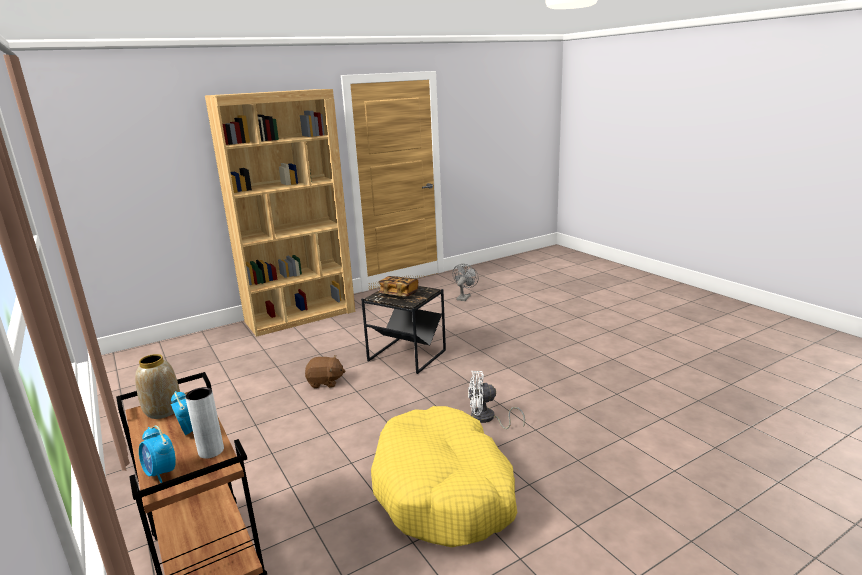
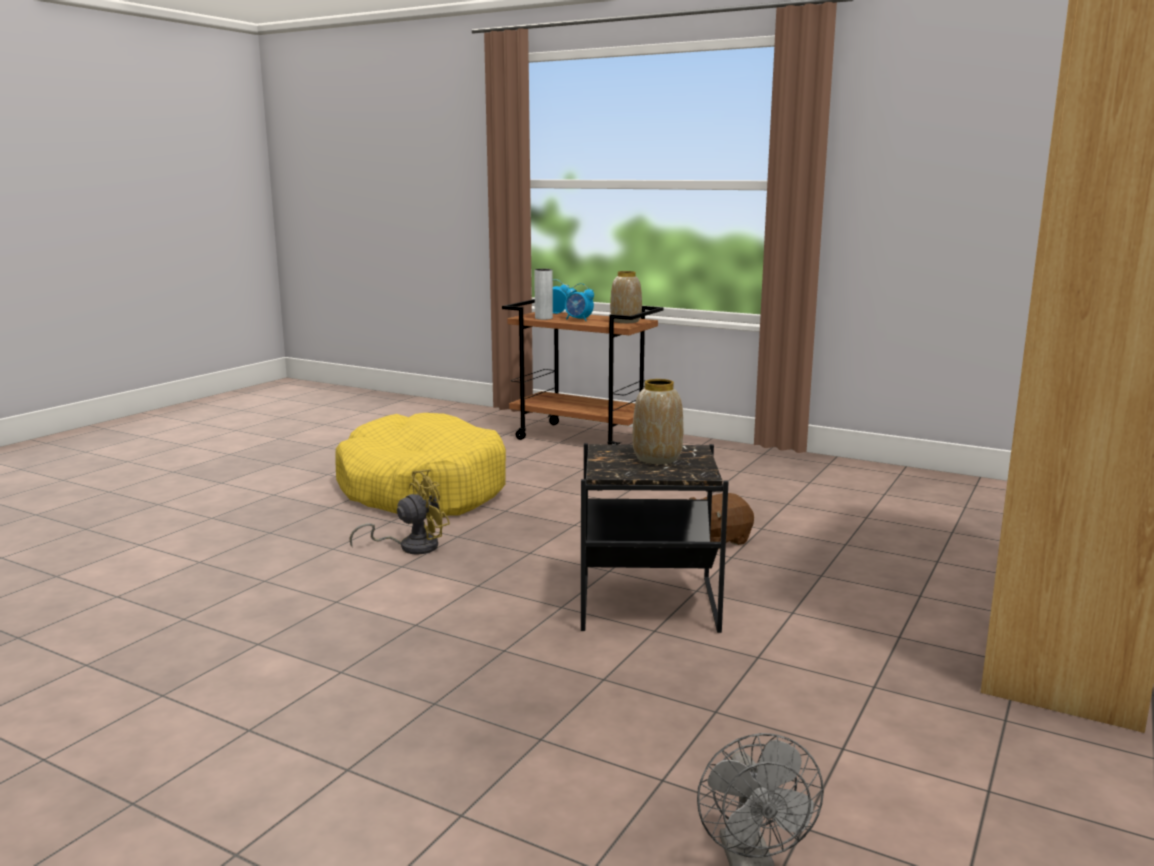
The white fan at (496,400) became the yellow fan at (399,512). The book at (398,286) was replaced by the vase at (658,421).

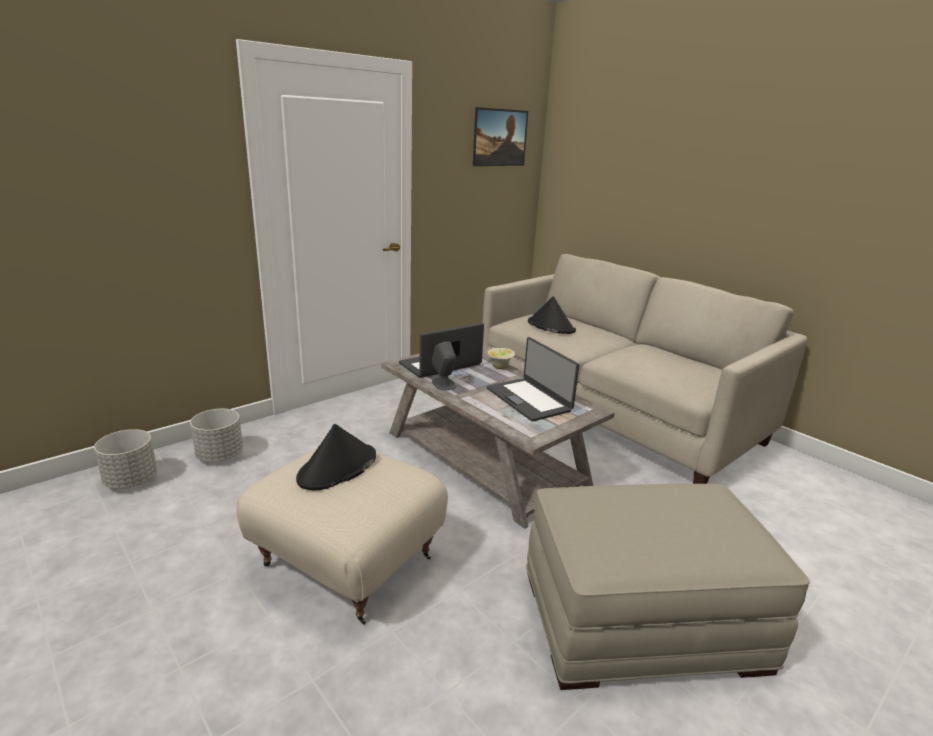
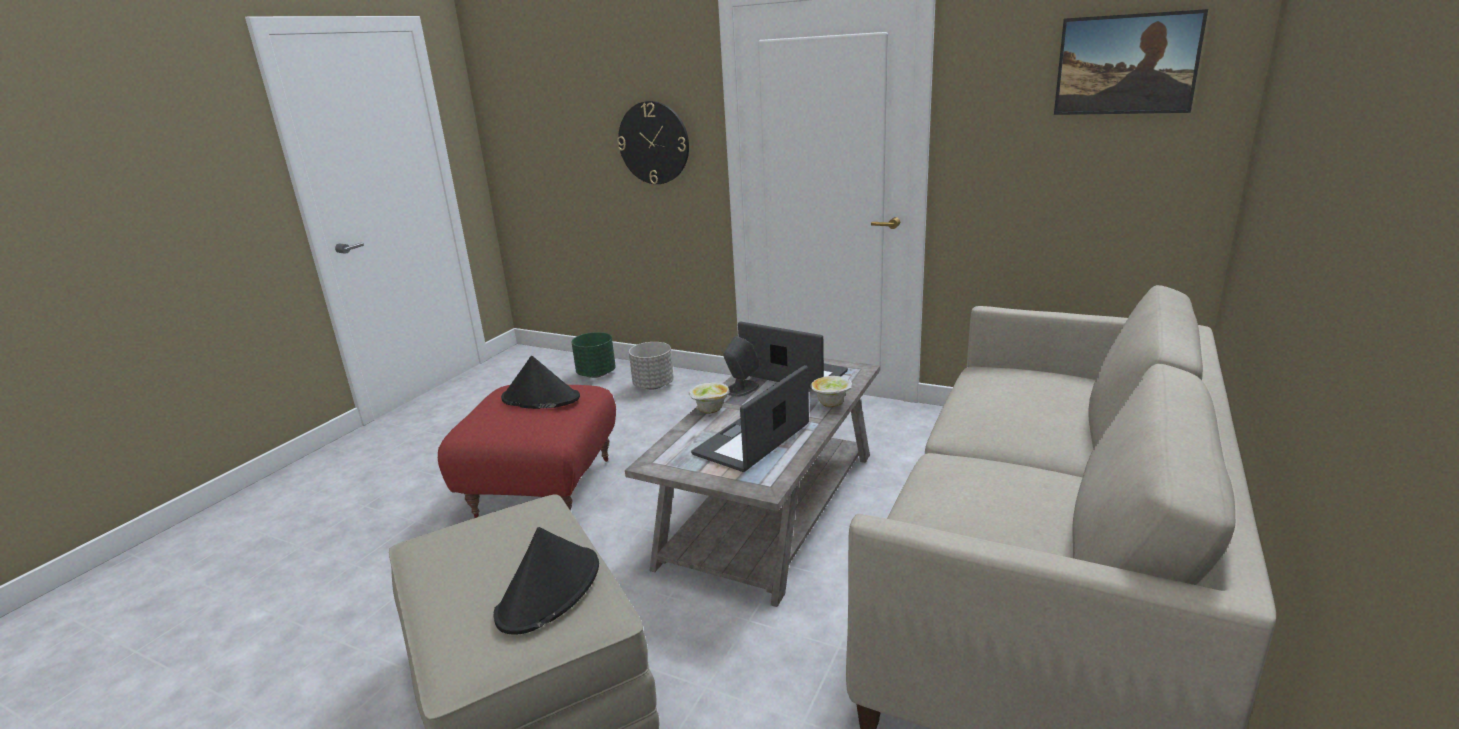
The beige ottoman at (342,536) became the red ottoman at (527,451). The black hat moved from (552,315) to (546,581). The grey planter at (125,459) became the green planter at (593,355). The wall clock at (653,142) appeared. The bowl at (708,398) appeared.

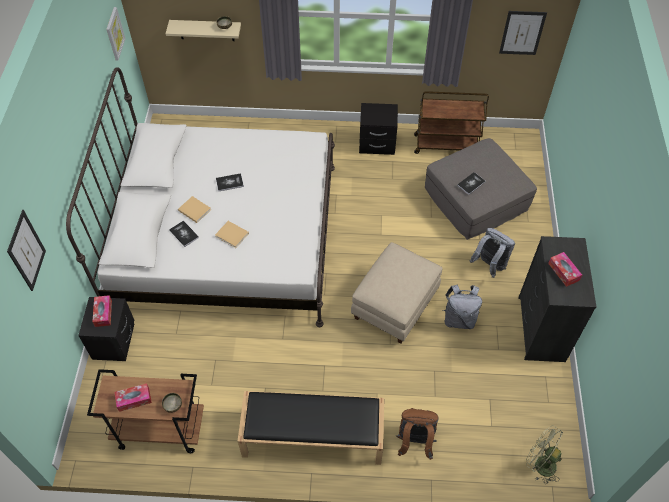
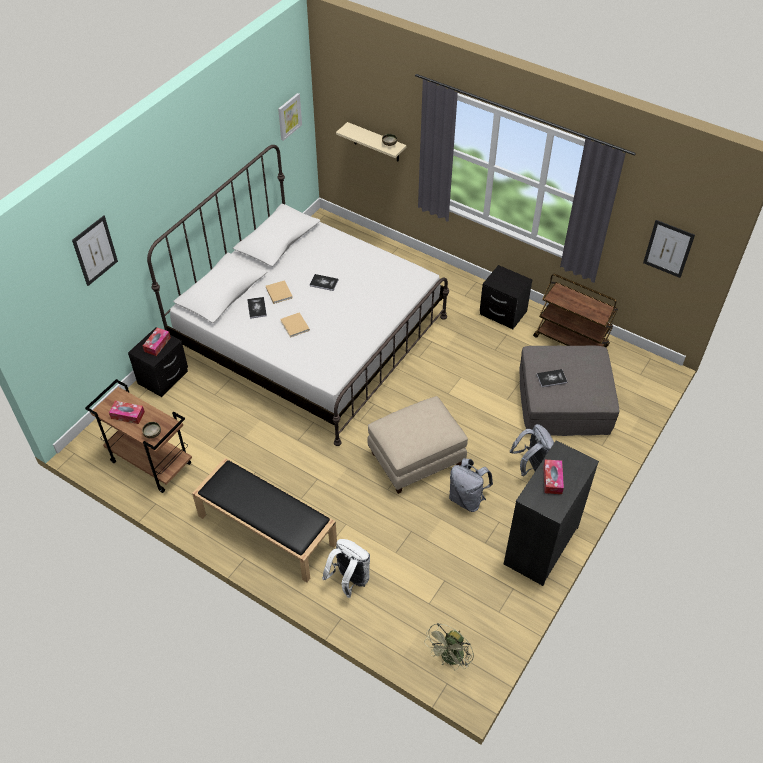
The brown backpack at (417,434) became the white backpack at (346,568). The green fan at (544,454) turned 120 degrees counterclockwise.

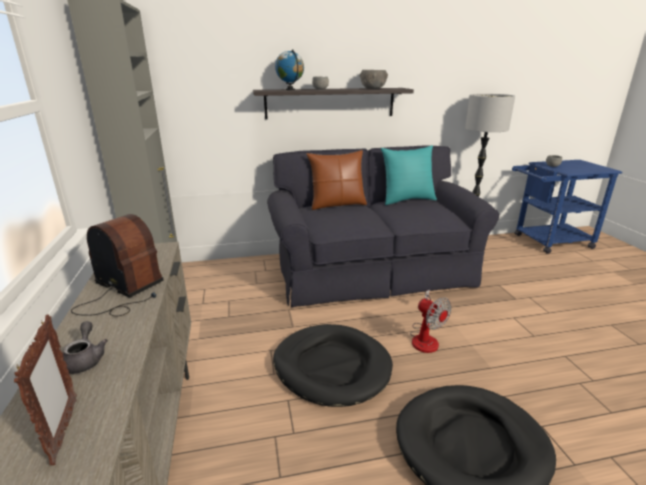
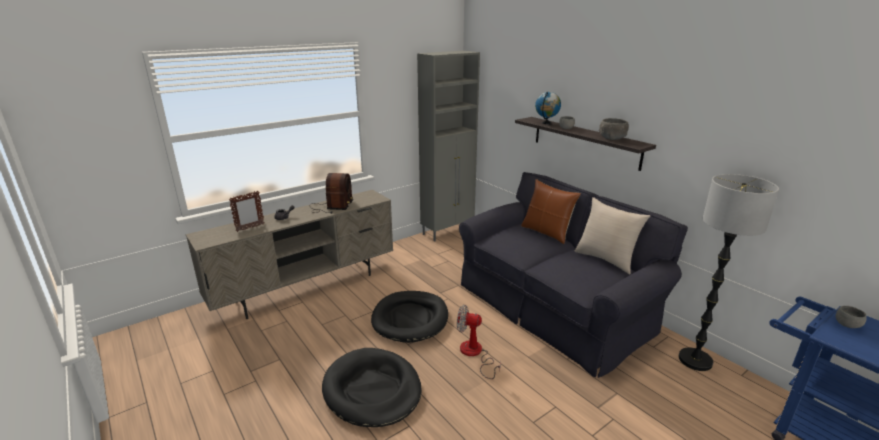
The fan at (431,321) turned 75 degrees clockwise. The turquoise pillow at (409,175) became the beige pillow at (612,235).

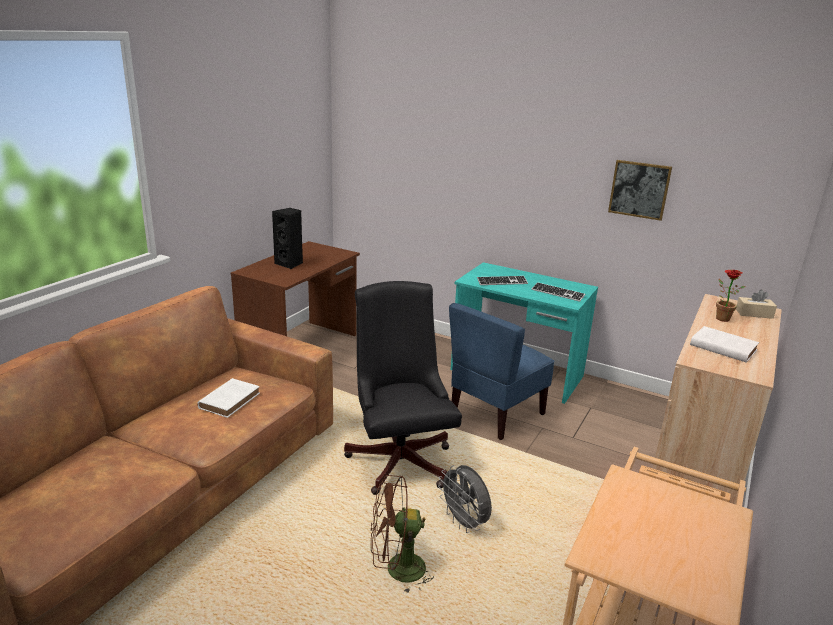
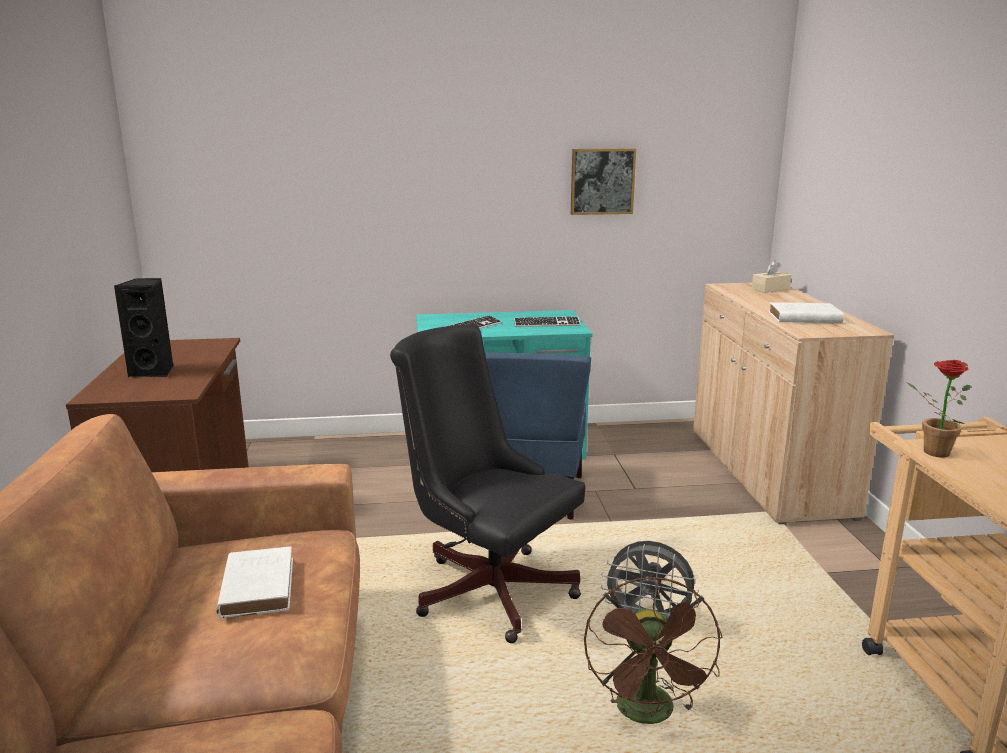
The brown fan at (402,534) turned 45 degrees counterclockwise. The potted plant moved from (730,296) to (938,408).

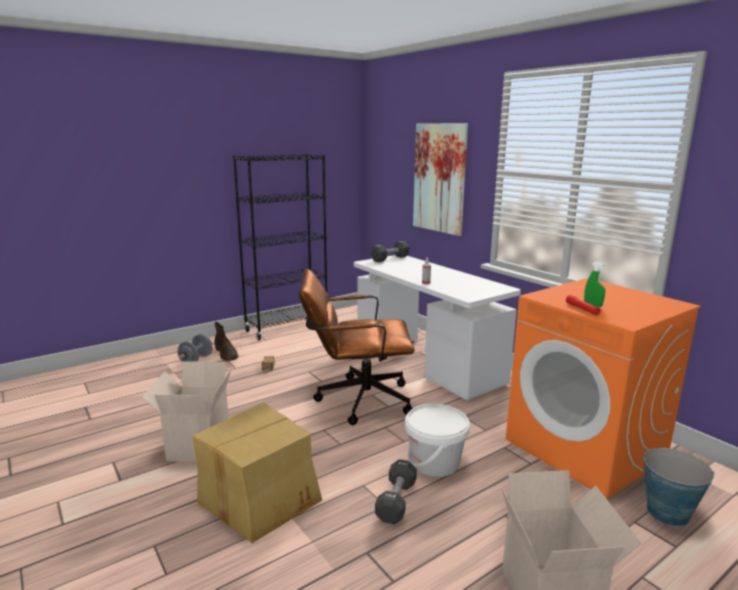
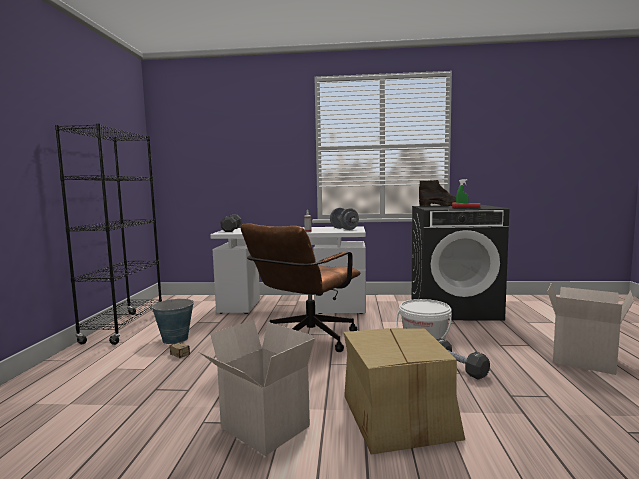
The bucket moved from (678,487) to (172,321). The grey dumbbell moved from (195,348) to (344,219). The orange washing machine at (603,388) became the black washing machine at (460,263). The brown boot moved from (226,341) to (437,193). The picture at (440,179) disappeared.

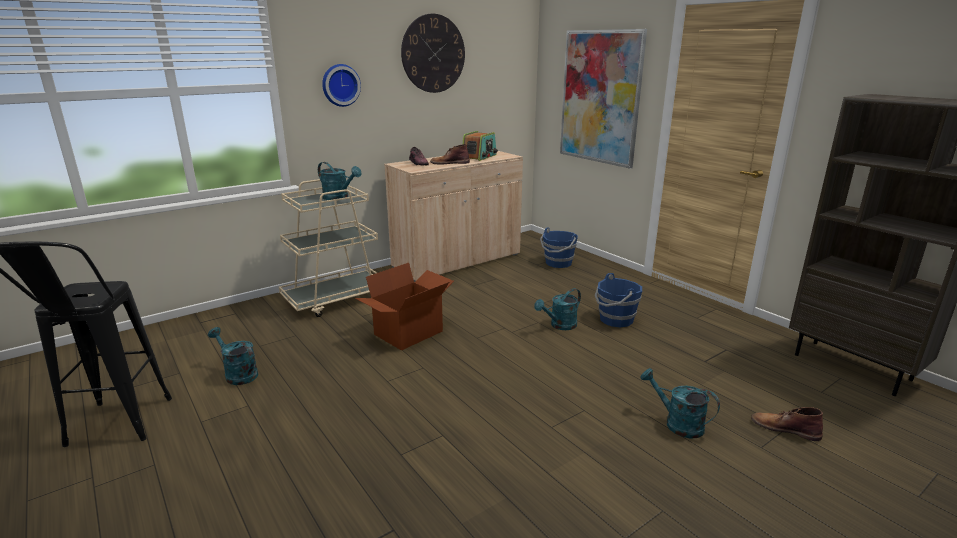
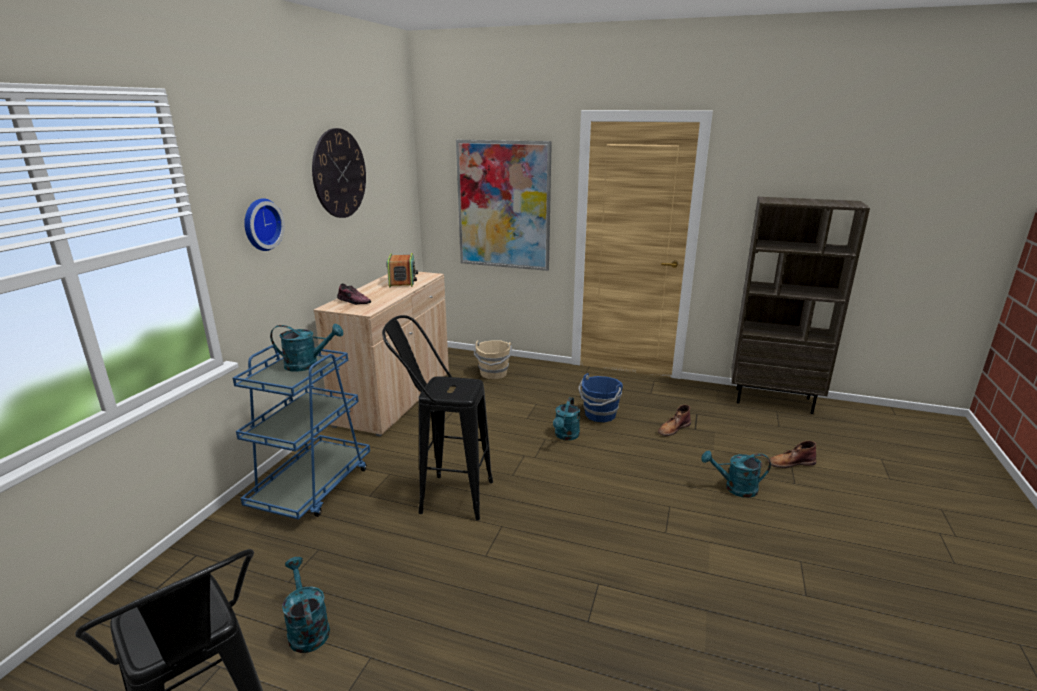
The beige cart at (328,248) became the blue cart at (301,432). The turquoise watering can at (233,356) turned 60 degrees clockwise. The cardboard box at (404,307) was replaced by the black stool at (437,418). The blue bucket at (559,247) became the beige bucket at (493,359). The brown boot moved from (450,154) to (674,420).

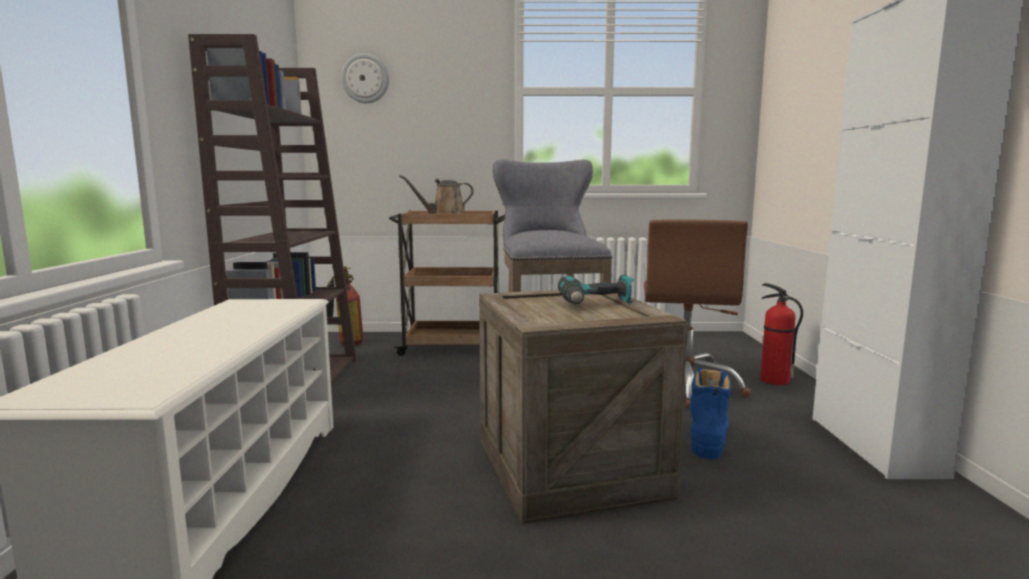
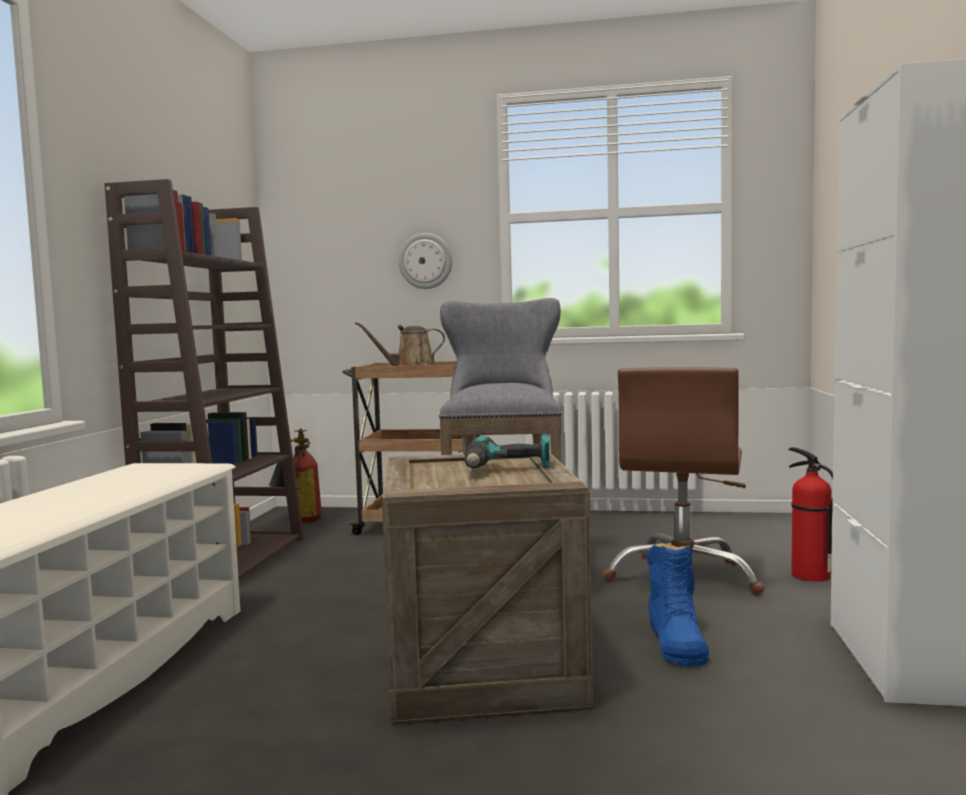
The wall clock moved from (365,78) to (425,261). The blue boot at (710,413) turned 150 degrees clockwise.

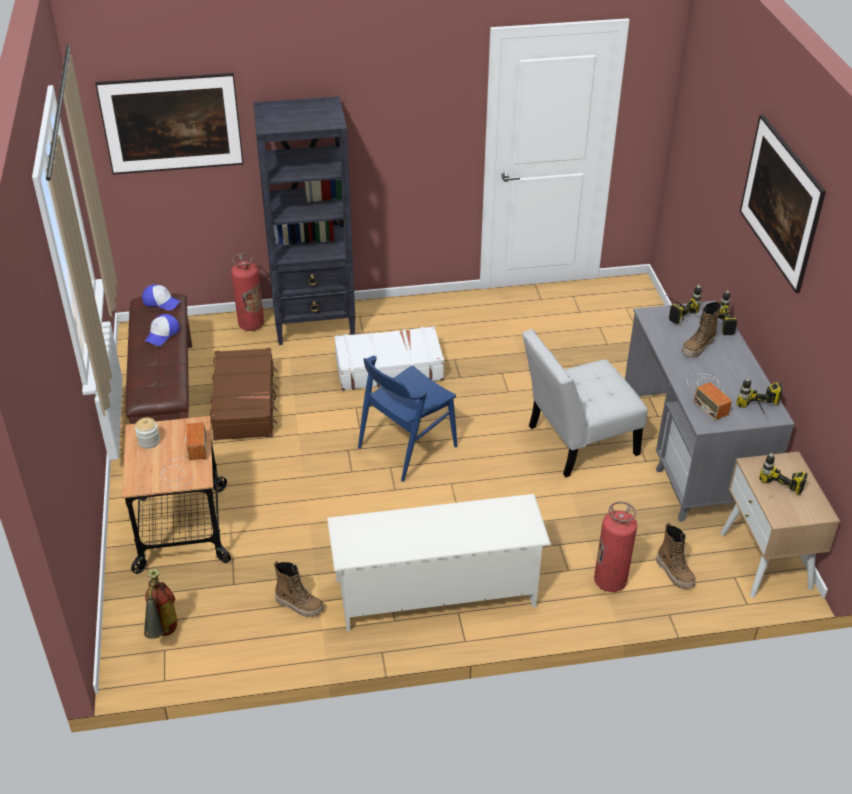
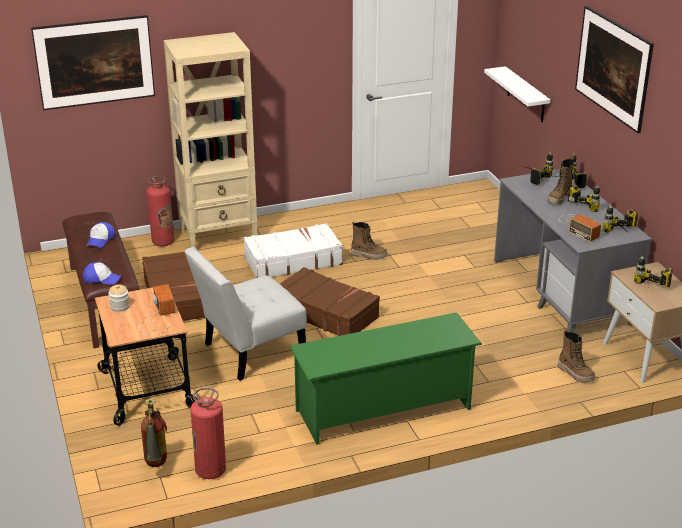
The cap moved from (161,297) to (102,273). The black bookcase at (304,220) became the beige bookcase at (210,139). The white chair moved from (584,403) to (246,314). The fire extinguisher moved from (615,546) to (208,433). The blue chair at (407,419) was replaced by the brown suitcase at (330,301). The white shoe rack at (439,562) became the green shoe rack at (386,379). The boot moved from (299,588) to (369,240). The white shelf at (517,94) appeared. The power drill at (584,198) appeared.

